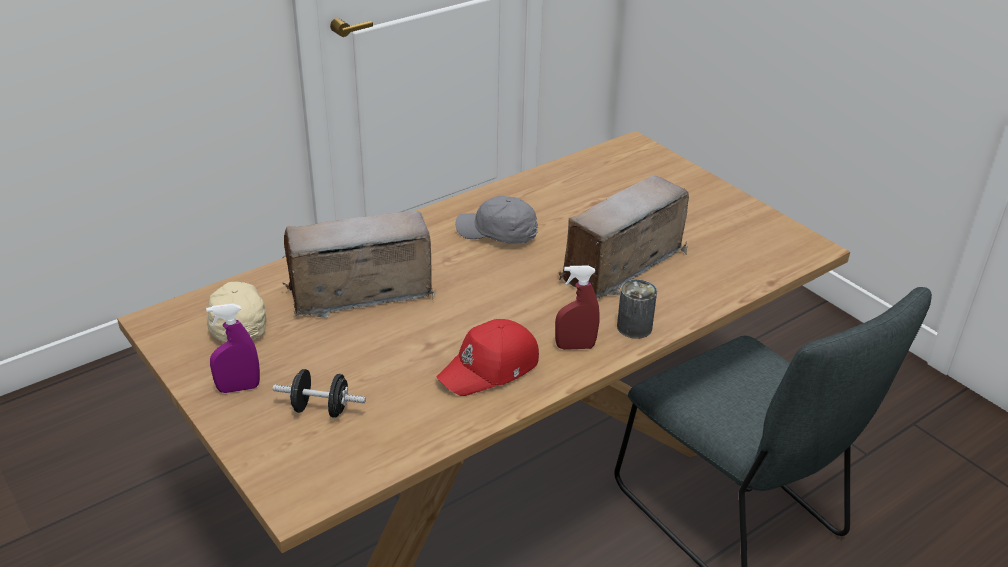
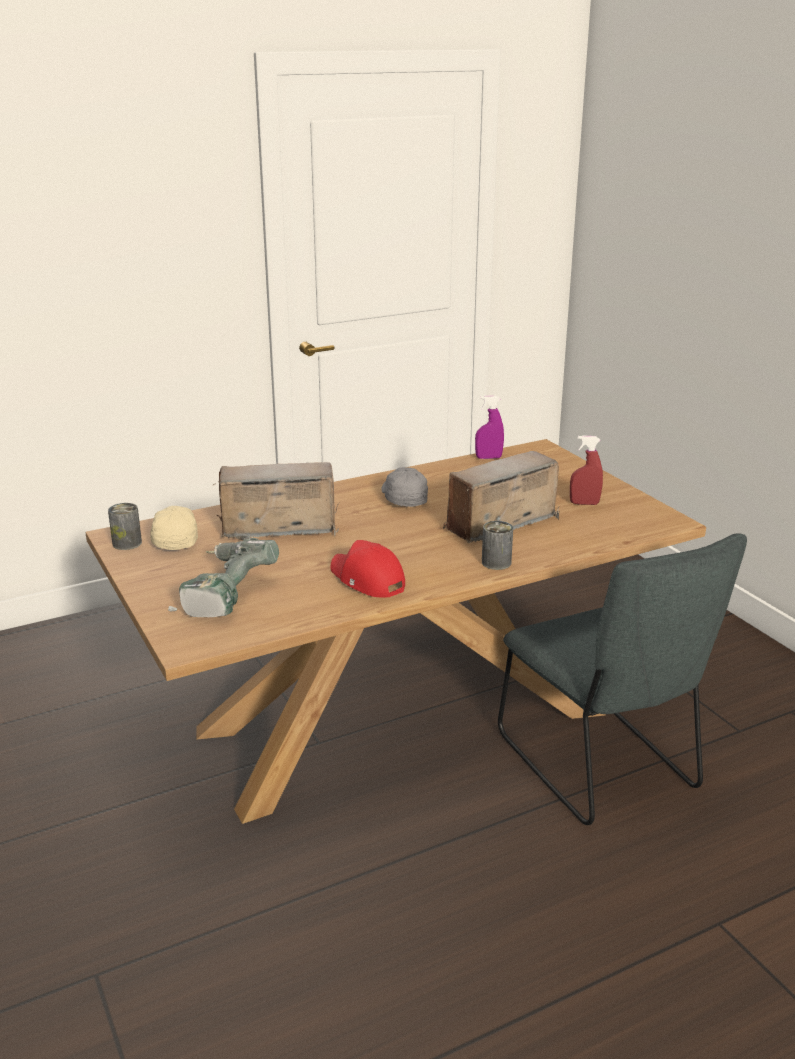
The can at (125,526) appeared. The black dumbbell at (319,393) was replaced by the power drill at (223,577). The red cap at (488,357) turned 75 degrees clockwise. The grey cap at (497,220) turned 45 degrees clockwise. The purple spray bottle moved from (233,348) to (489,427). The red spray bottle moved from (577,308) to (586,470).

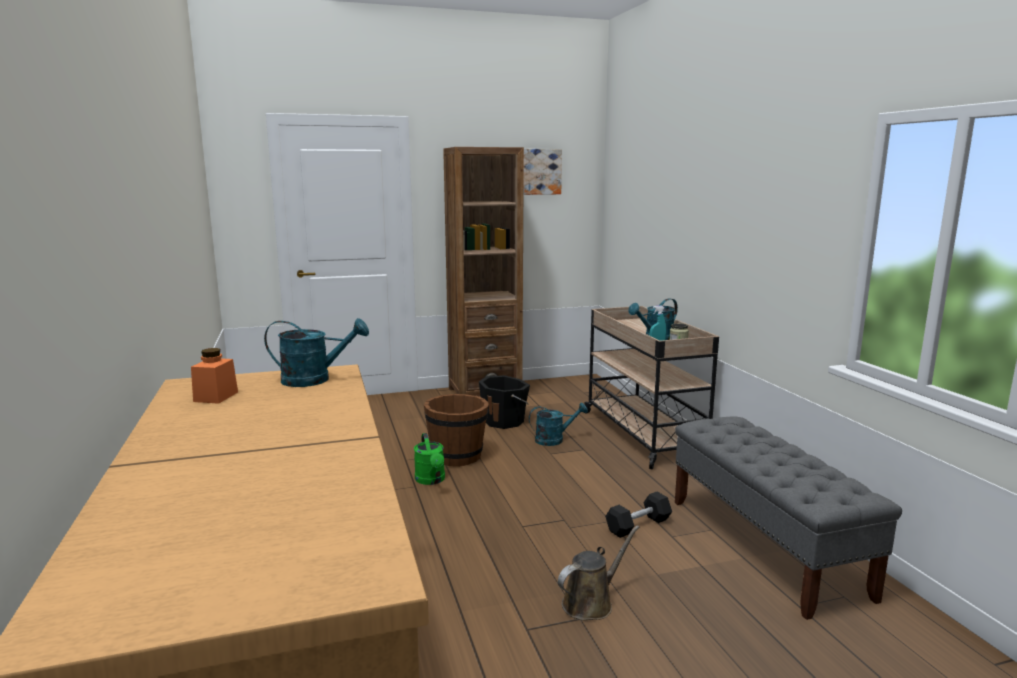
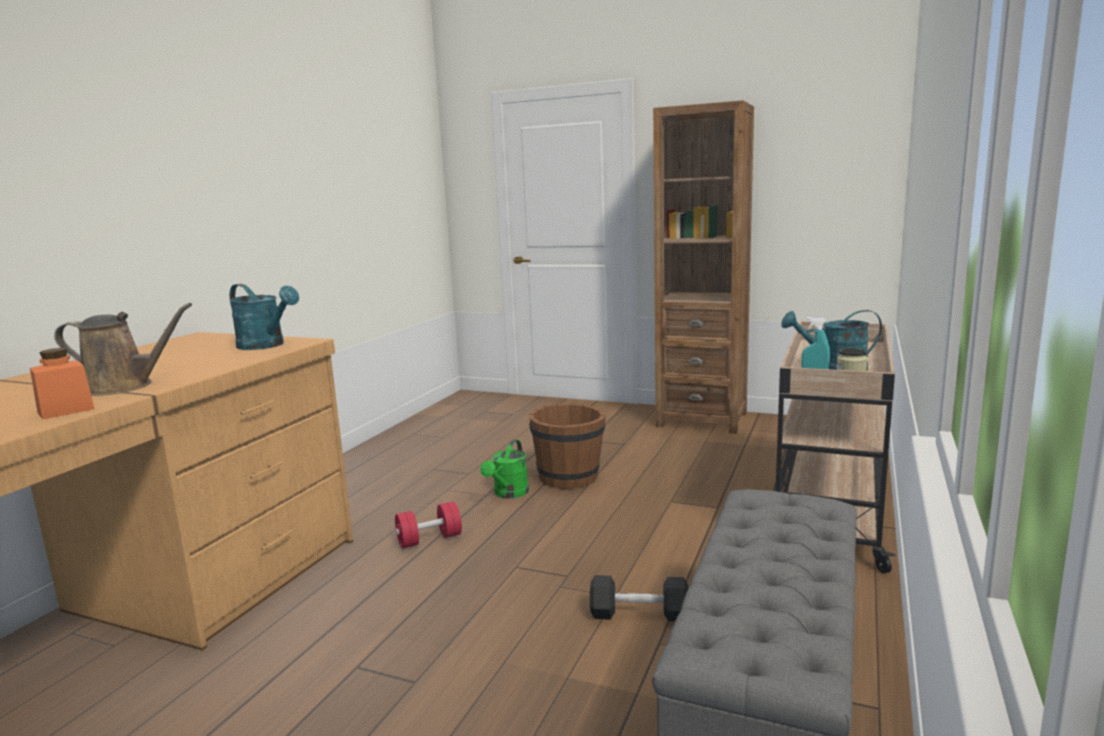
The orange jar moved from (214,376) to (62,384). The brown watering can moved from (599,573) to (123,349). The red dumbbell at (428,525) appeared. The black bucket at (504,402) disappeared. The picture at (542,172) disappeared. The turquoise watering can at (558,424) disappeared.

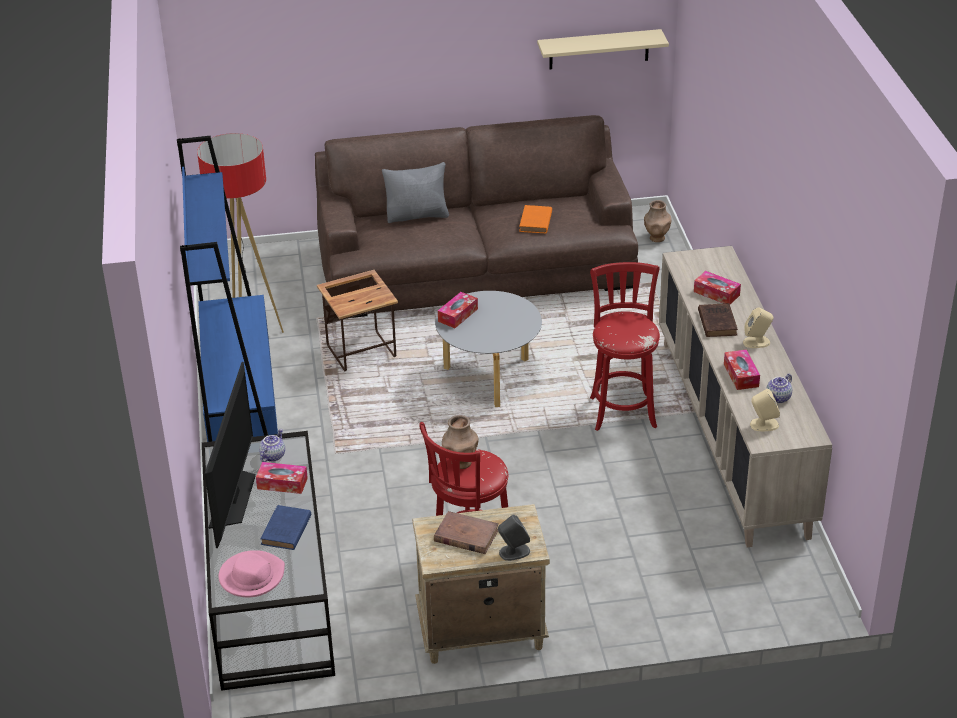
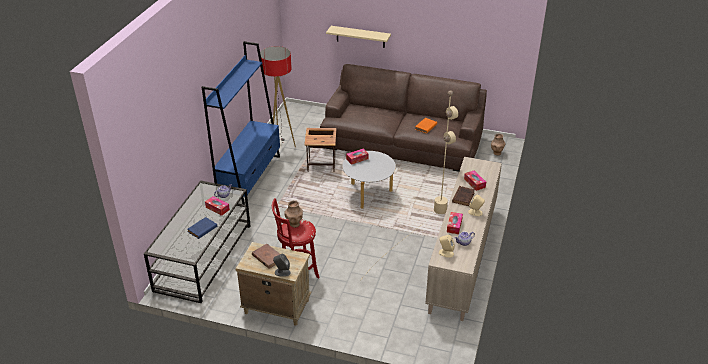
The beige shelf moved from (603,49) to (358,37). The red stool at (625,346) was replaced by the beige floor lamp at (409,185). The television at (230,455) disappeared. The pink hat at (251,573) disappeared. The grey pillow at (415,192) disappeared.

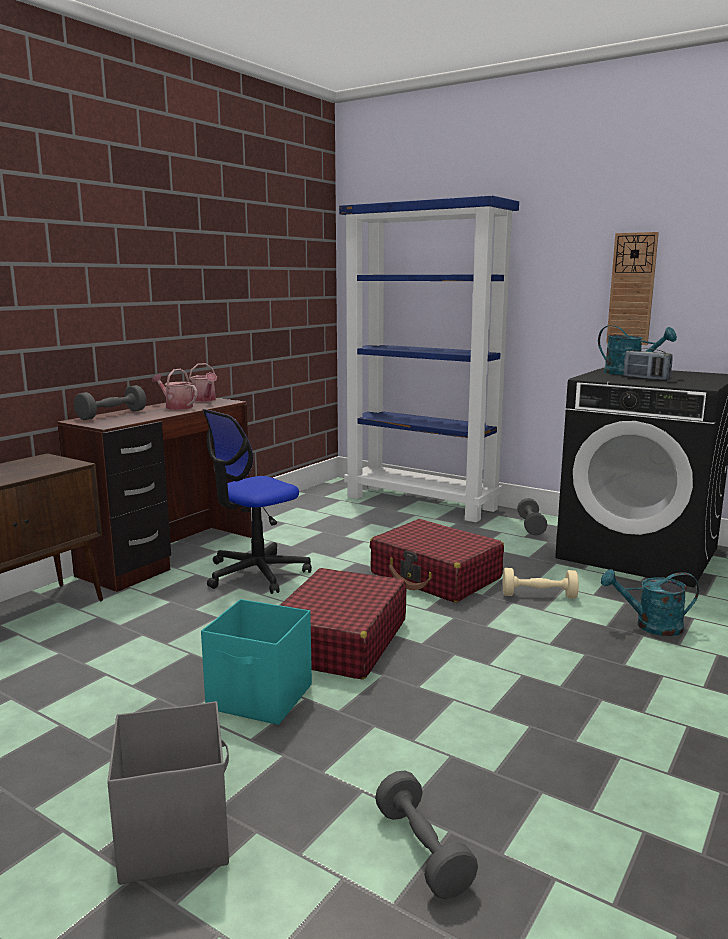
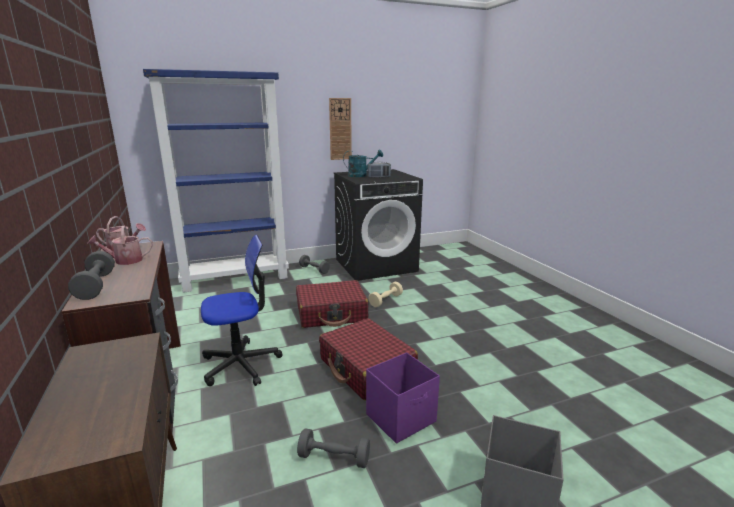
The office chair at (257,501) turned 105 degrees counterclockwise. The grey dumbbell moved from (426,835) to (333,448). The turquoise storage box at (256,662) became the purple storage box at (403,398). The turquoise watering can at (650,602) disappeared.

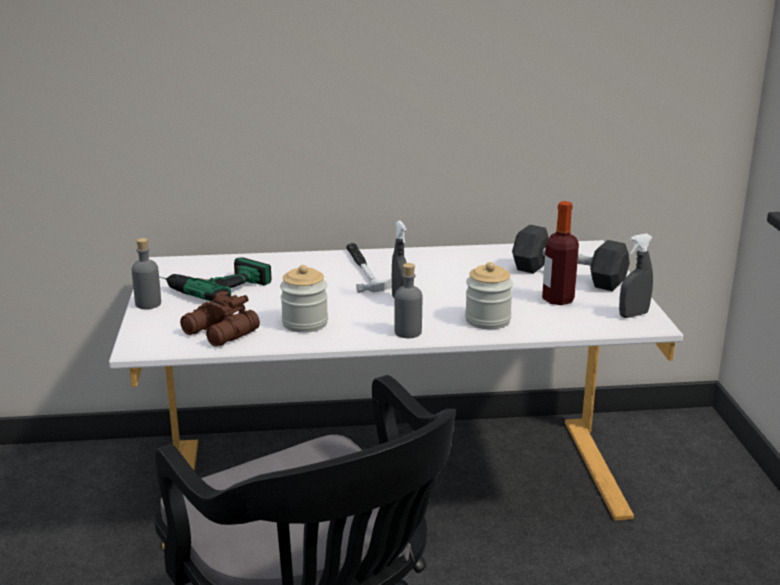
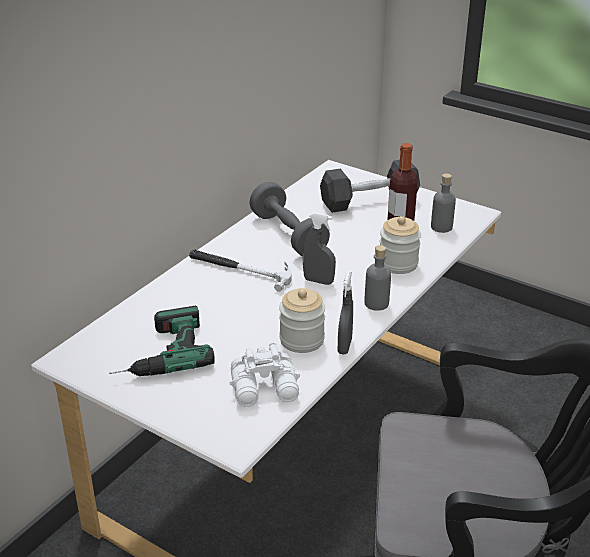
The brown binoculars at (220,319) became the white binoculars at (264,374). The grey dumbbell at (289,219) appeared. The grey spray bottle moved from (636,275) to (345,313). The grey bottle moved from (146,273) to (443,203).

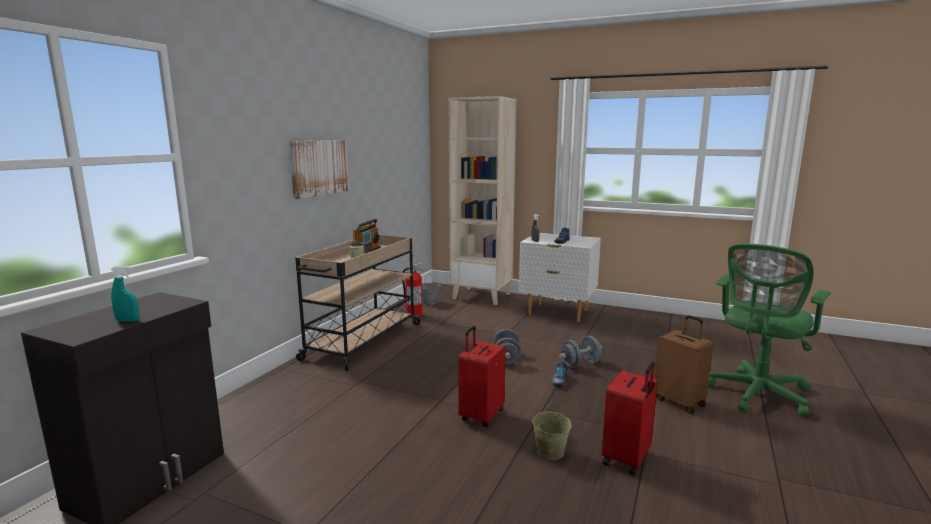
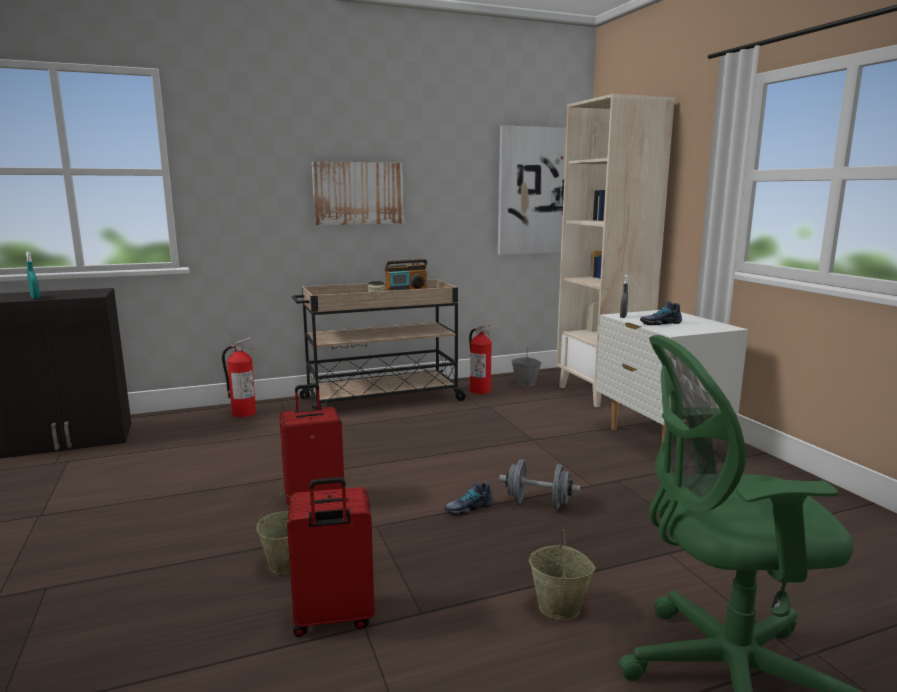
The fire extinguisher at (239,377) appeared. The picture at (532,190) appeared. The brown suitcase at (683,364) was replaced by the beige bucket at (562,574). The grey dumbbell at (507,346) disappeared.

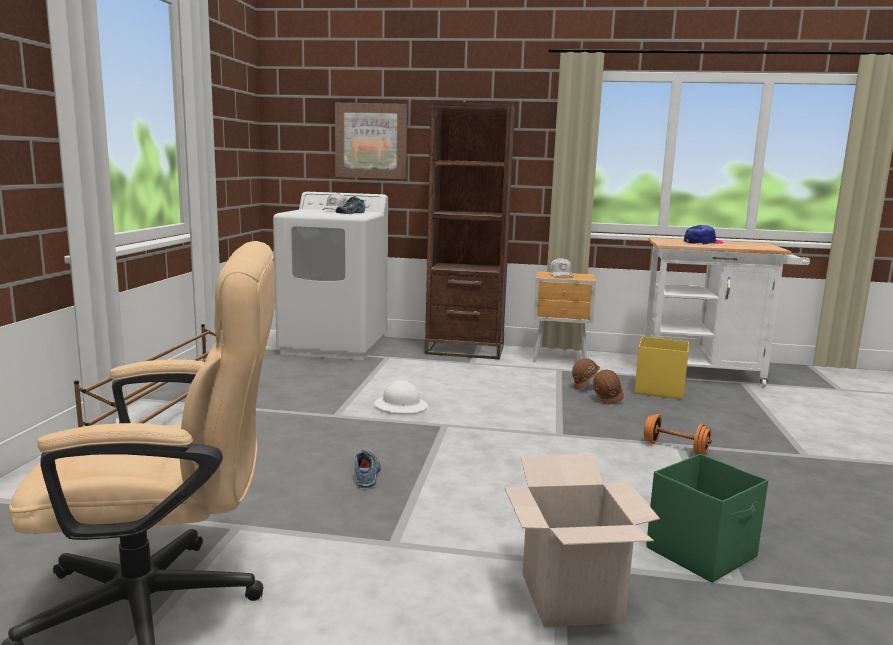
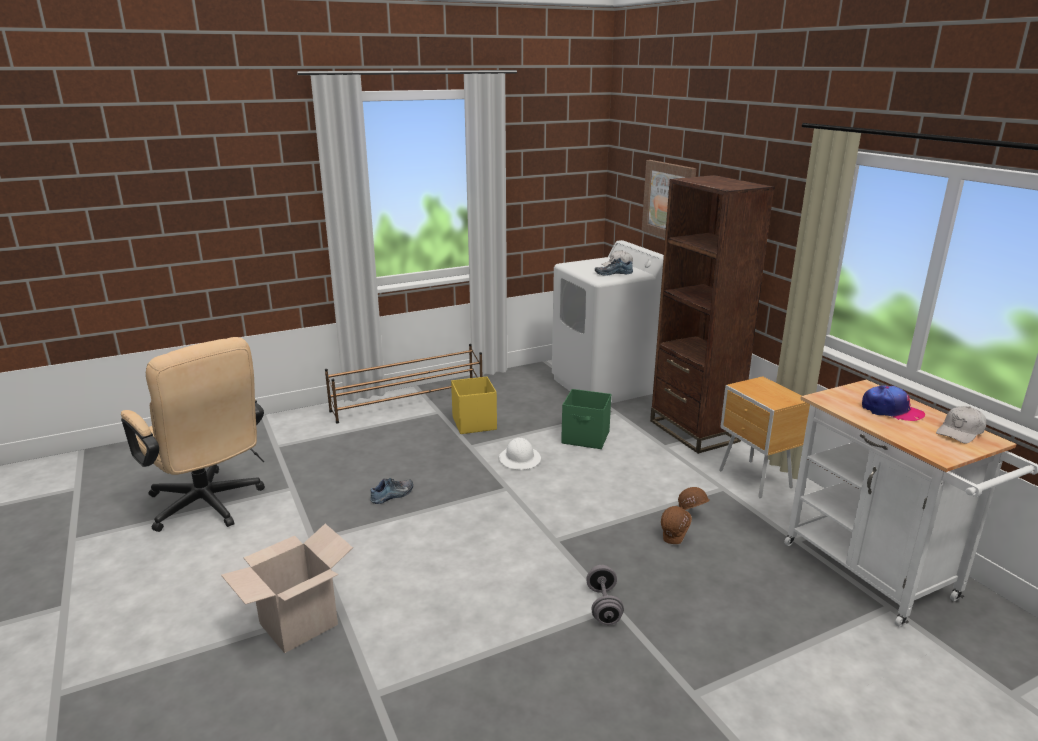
The yellow storage box moved from (661,368) to (474,405). The green storage box moved from (707,518) to (586,419). The orange dumbbell at (678,434) became the grey dumbbell at (605,595). The white cap moved from (561,268) to (961,425).

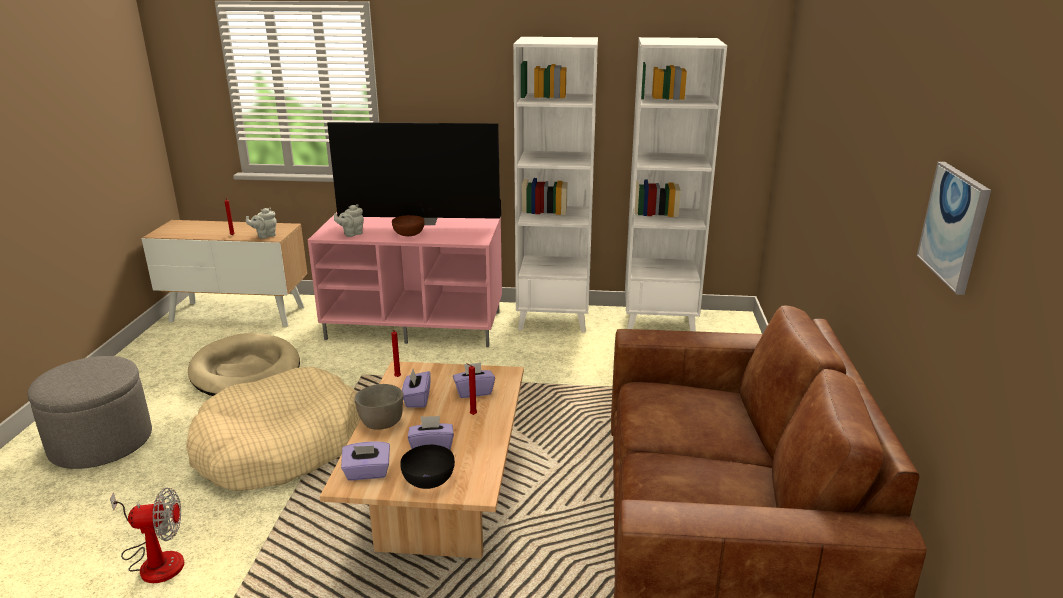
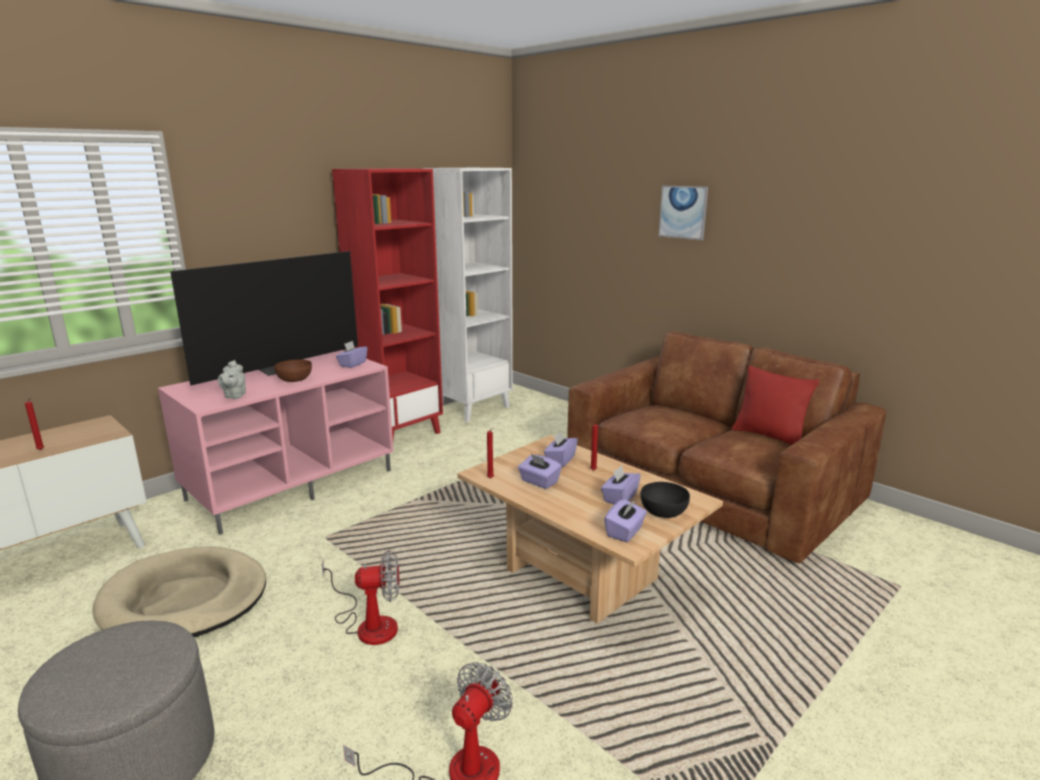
The beige dog bed at (273,429) was replaced by the fan at (361,597). The white bookcase at (555,185) became the red bookcase at (387,303). The purple tissue box at (351,354) appeared. The picture moved from (954,228) to (683,213). The red pillow at (775,405) appeared. The grey teapot at (261,223) disappeared. The grey bowl at (379,407) disappeared.

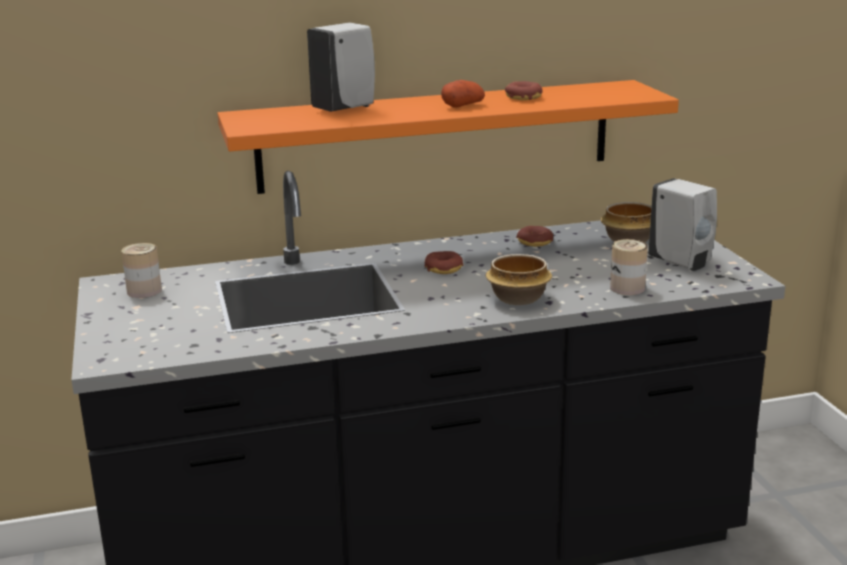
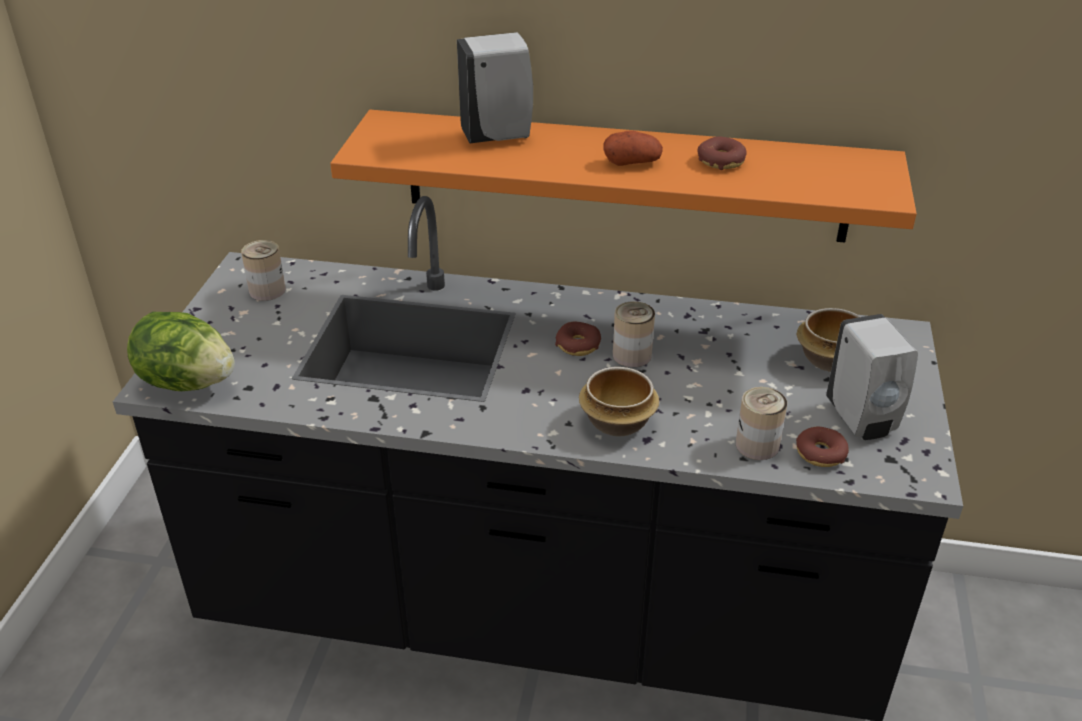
The lettuce at (181,351) appeared. The can at (634,334) appeared. The donut moved from (534,236) to (822,447).

